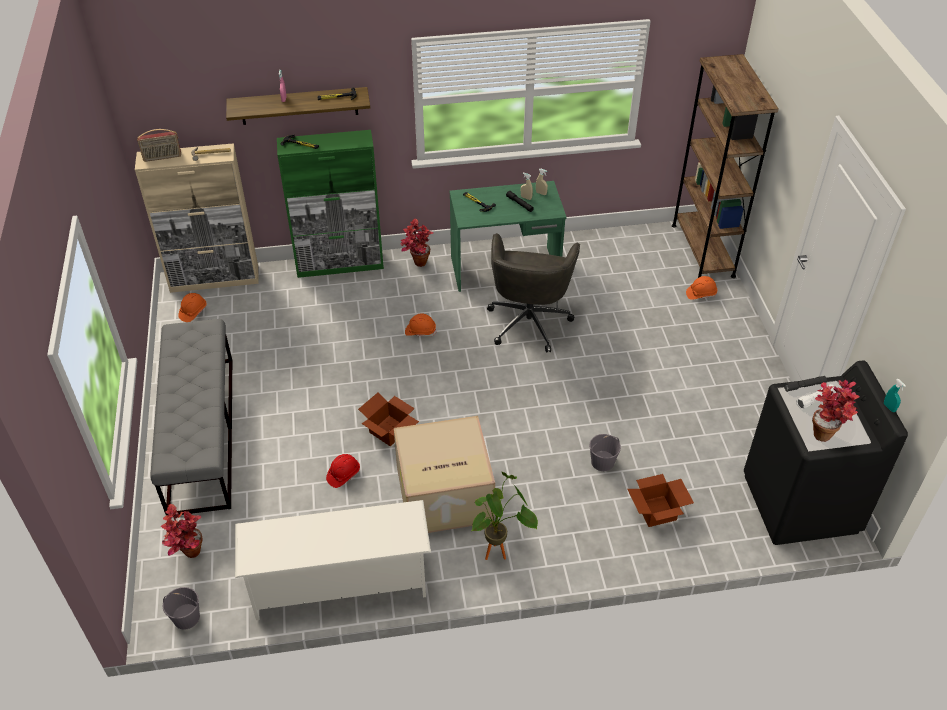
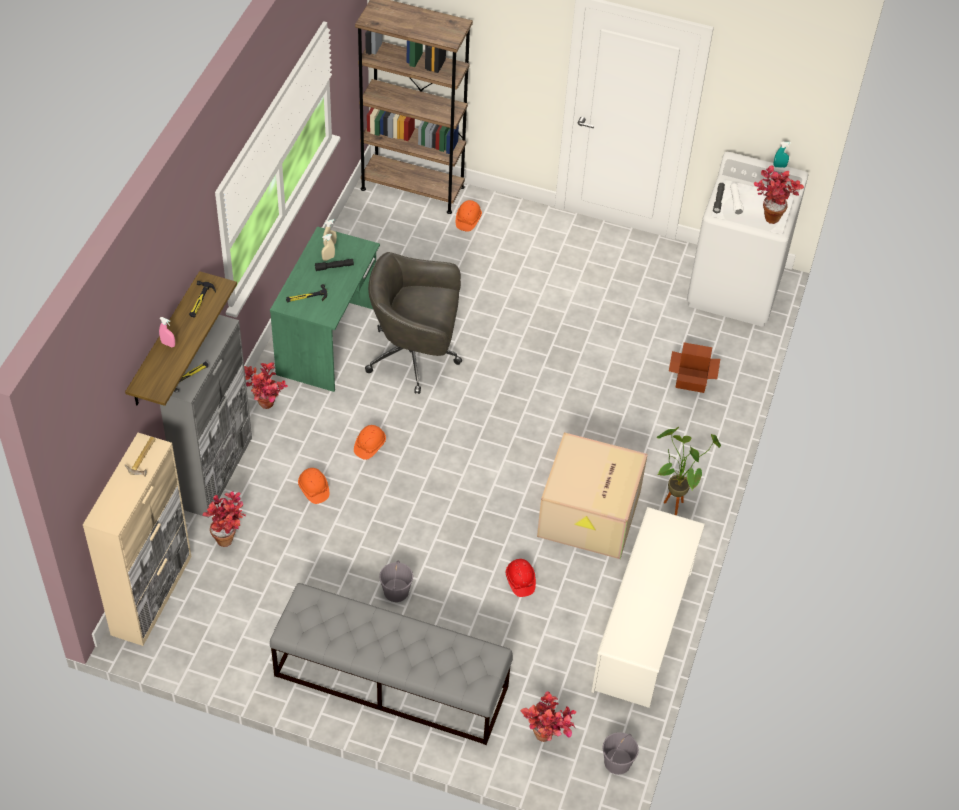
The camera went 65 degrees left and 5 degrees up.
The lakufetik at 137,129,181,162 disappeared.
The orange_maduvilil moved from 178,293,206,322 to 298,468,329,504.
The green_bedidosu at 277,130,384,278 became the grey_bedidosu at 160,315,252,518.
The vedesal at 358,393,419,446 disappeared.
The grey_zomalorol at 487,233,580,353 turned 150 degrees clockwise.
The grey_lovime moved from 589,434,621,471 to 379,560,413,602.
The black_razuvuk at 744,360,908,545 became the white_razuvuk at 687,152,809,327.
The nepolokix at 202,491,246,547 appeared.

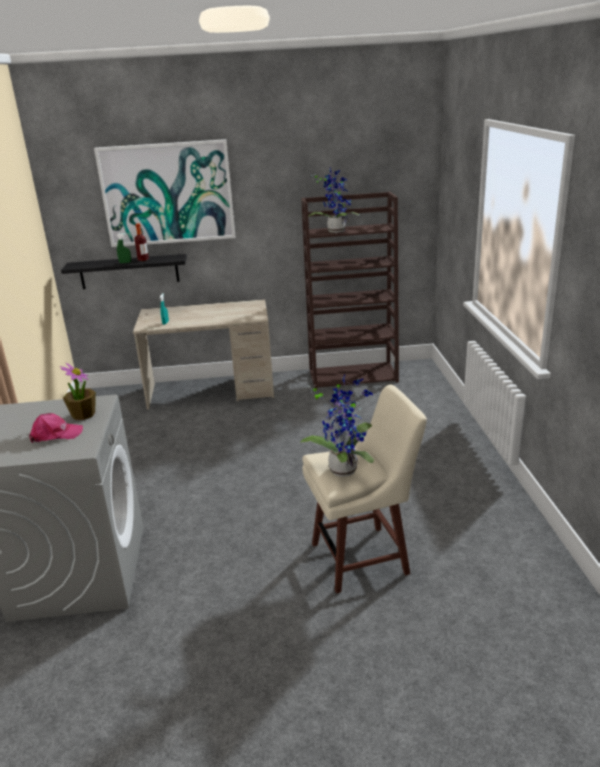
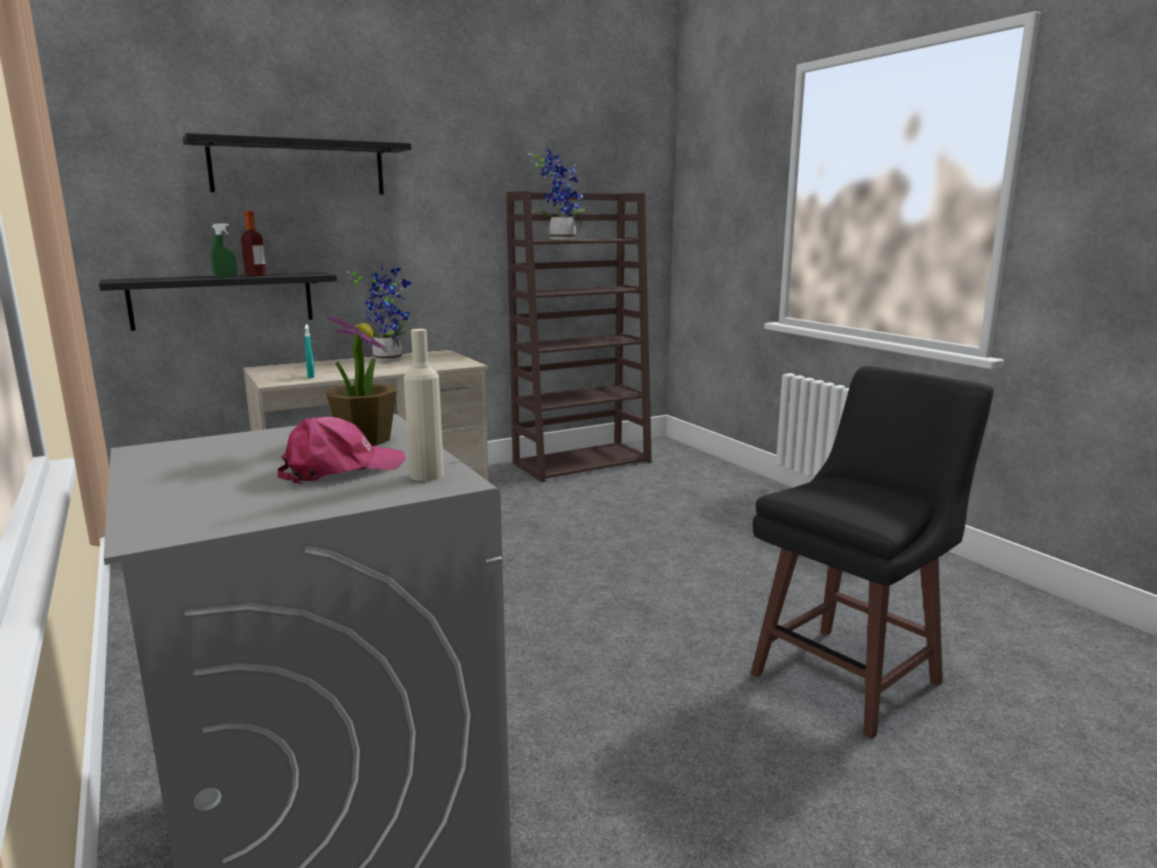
The camera went 25 degrees left and 10 degrees down.
The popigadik at 94,139,236,247 was replaced by the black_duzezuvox at 183,133,411,194.
The nepolokix moved from 300,375,374,477 to 341,262,411,361.
The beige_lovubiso at 302,385,427,593 became the black_lovubiso at 750,366,994,739.
The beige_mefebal at 404,329,444,481 appeared.

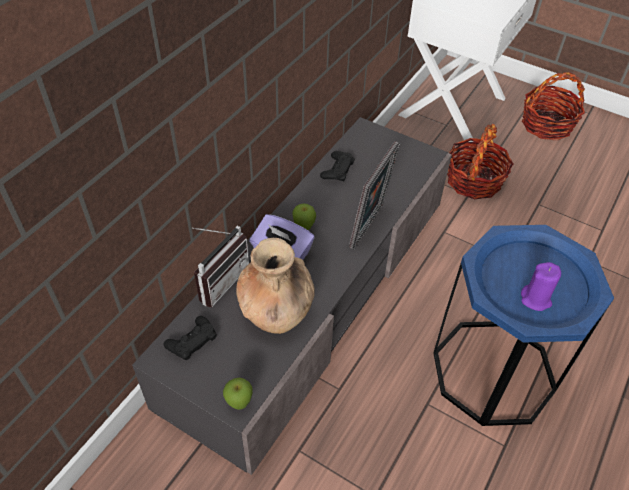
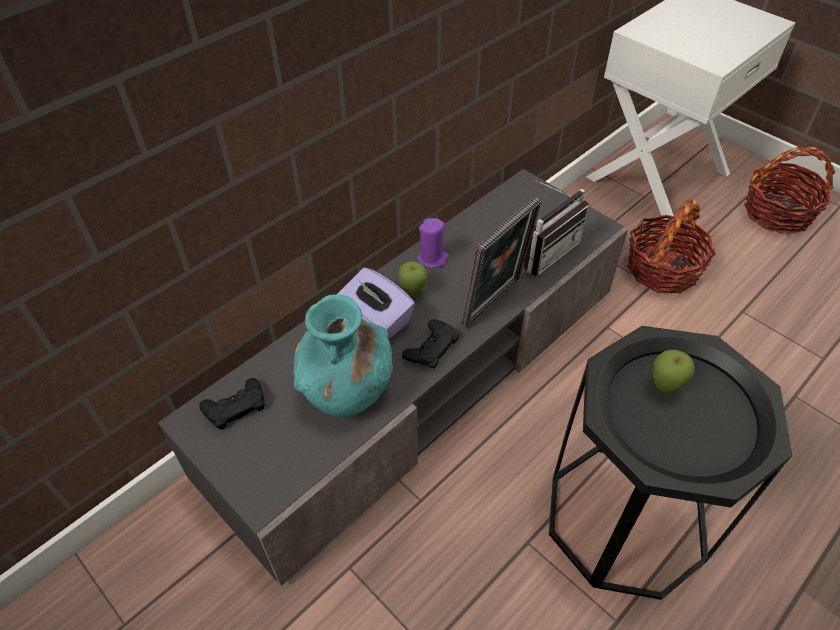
The camera went 15 degrees right and 0 degrees up.
The lakufetik moved from 192,226,249,307 to 524,180,589,276.
The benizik moved from 223,378,253,410 to 653,350,695,393.
The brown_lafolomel at 236,238,315,334 became the turquoise_lafolomel at 293,294,393,418.
The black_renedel moved from 320,151,355,182 to 402,319,459,369.
The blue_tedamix at 433,225,614,426 became the black_tedamix at 549,326,792,600.
The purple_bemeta moved from 521,262,561,311 to 416,218,449,268.

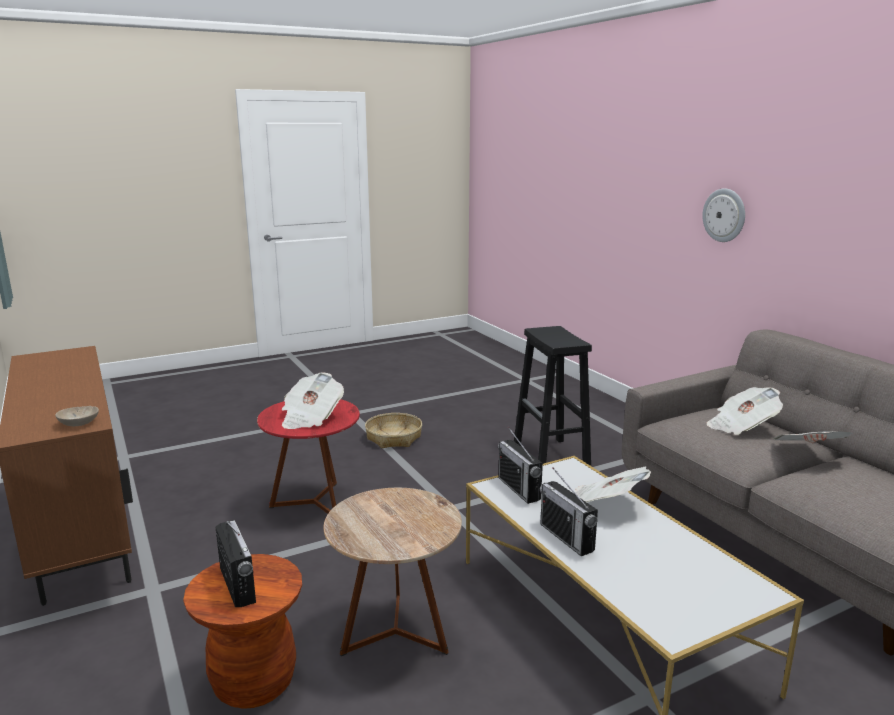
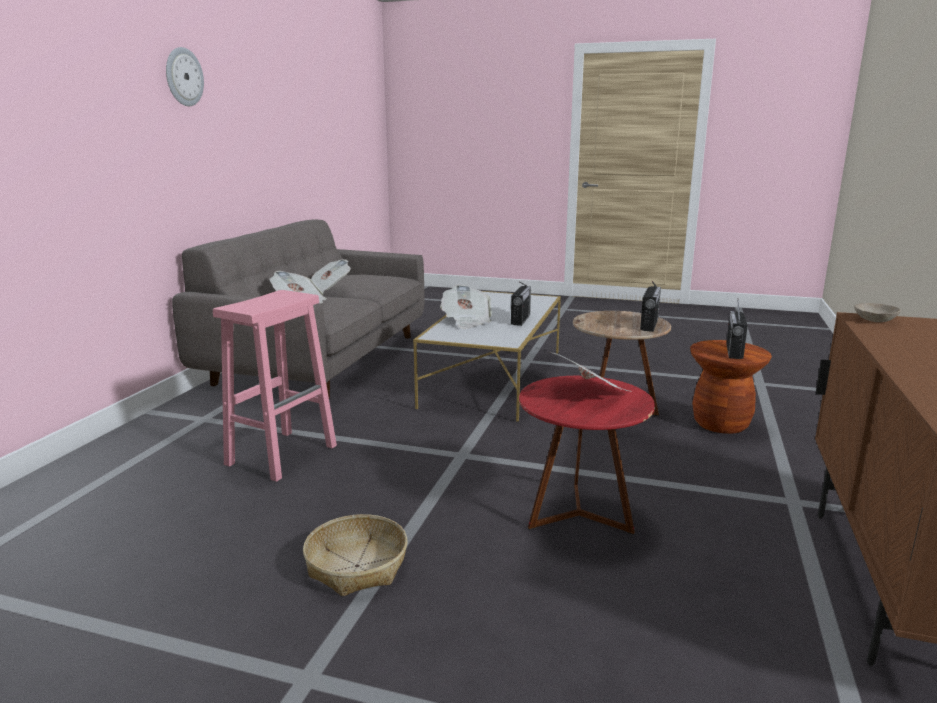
The camera went 135 degrees left and 0 degrees up.
The lakufetik moved from 498,427,543,504 to 640,281,661,332.
The black_lovubiso at 514,326,592,466 became the pink_lovubiso at 213,290,337,482.
The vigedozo moved from 702,188,745,242 to 166,47,204,106.

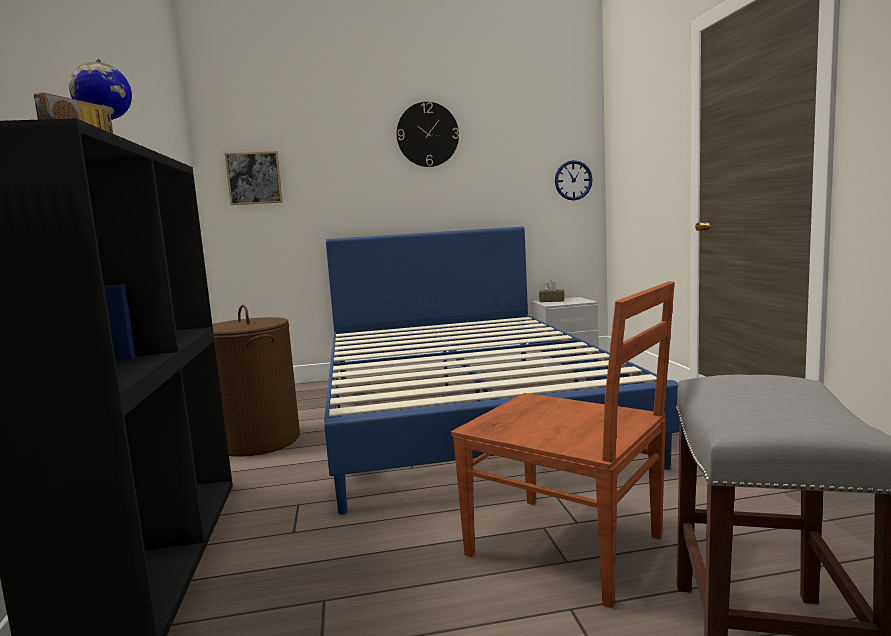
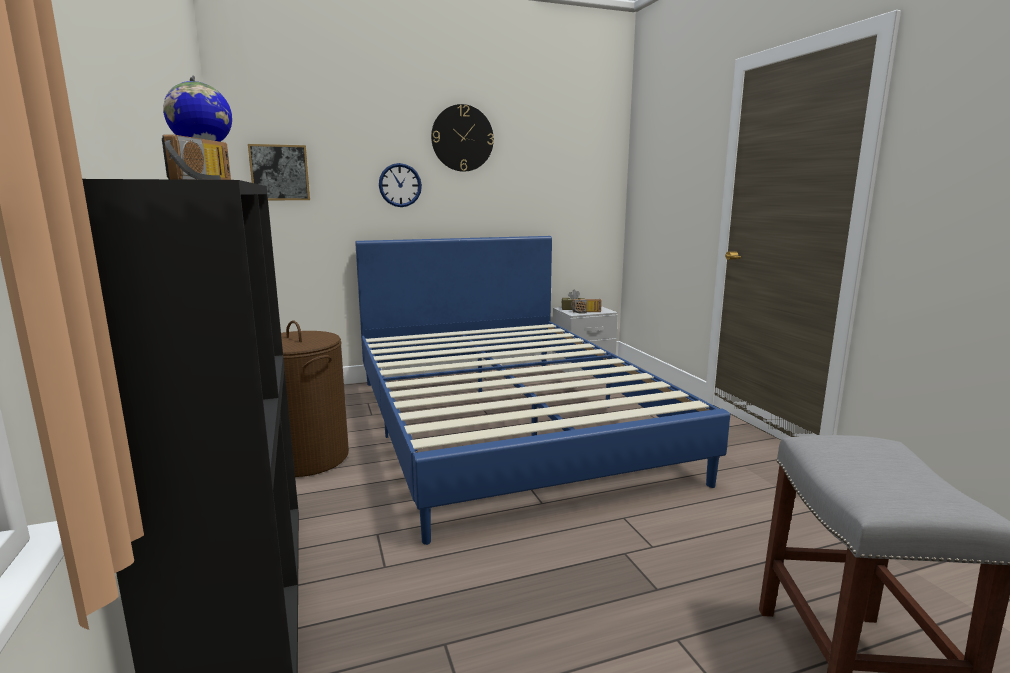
The camera went 10 degrees left and 5 degrees up.
The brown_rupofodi at 451,281,675,608 disappeared.
The vigedozo moved from 555,160,593,200 to 379,163,422,207.
The lakufetik at 571,299,602,314 appeared.

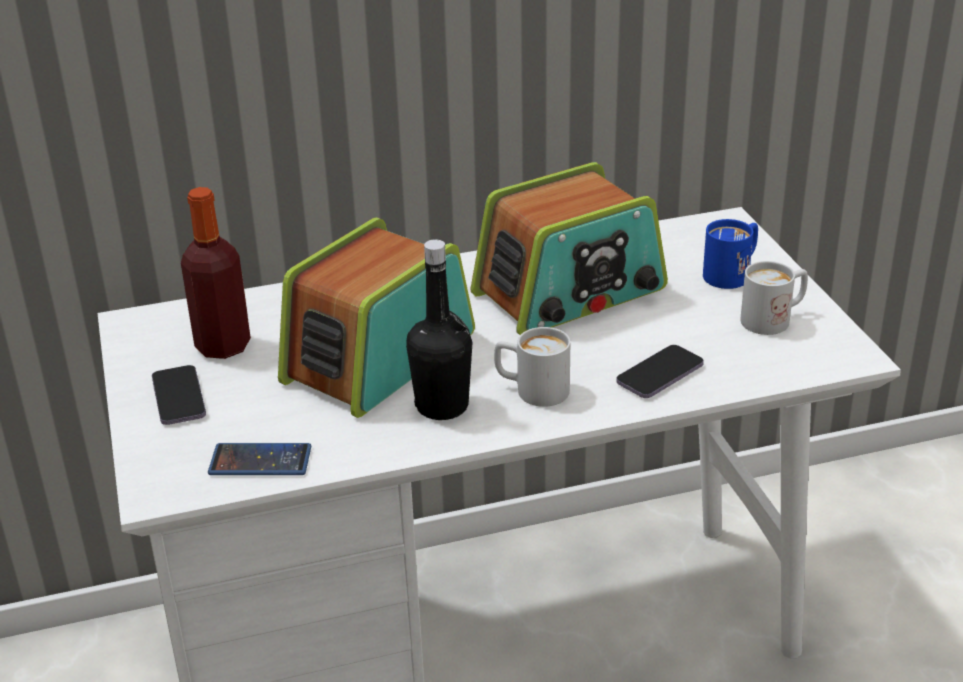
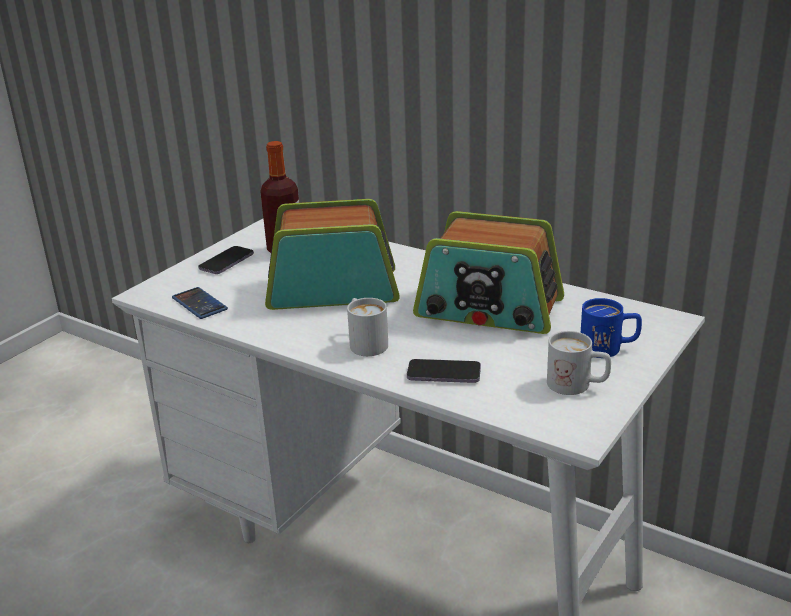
The camera went 50 degrees right and 5 degrees down.
The black_mefebal at 406,239,472,420 disappeared.

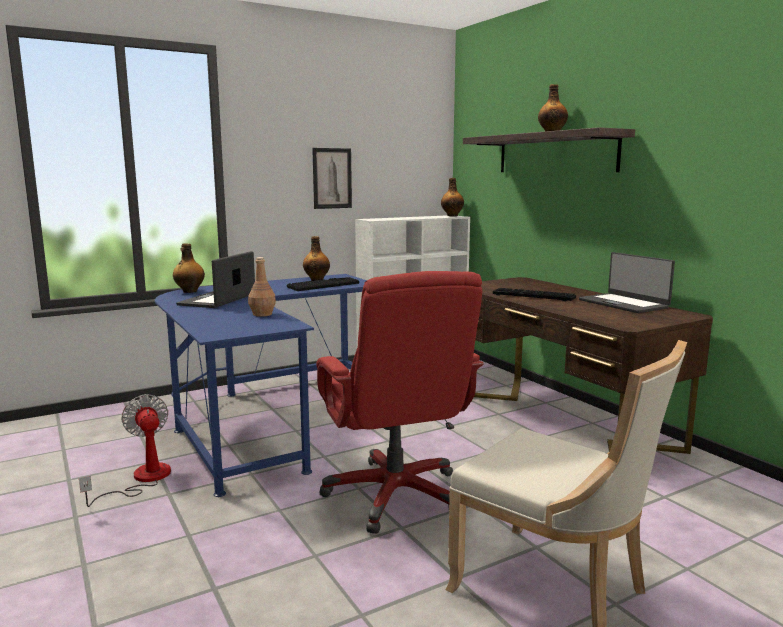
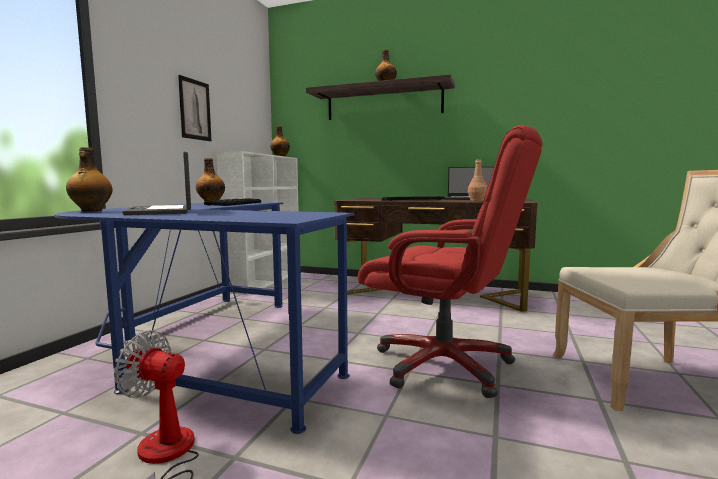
The camera went 40 degrees left and 5 degrees down.
The brown_mefebal moved from 248,257,276,317 to 468,160,487,201.

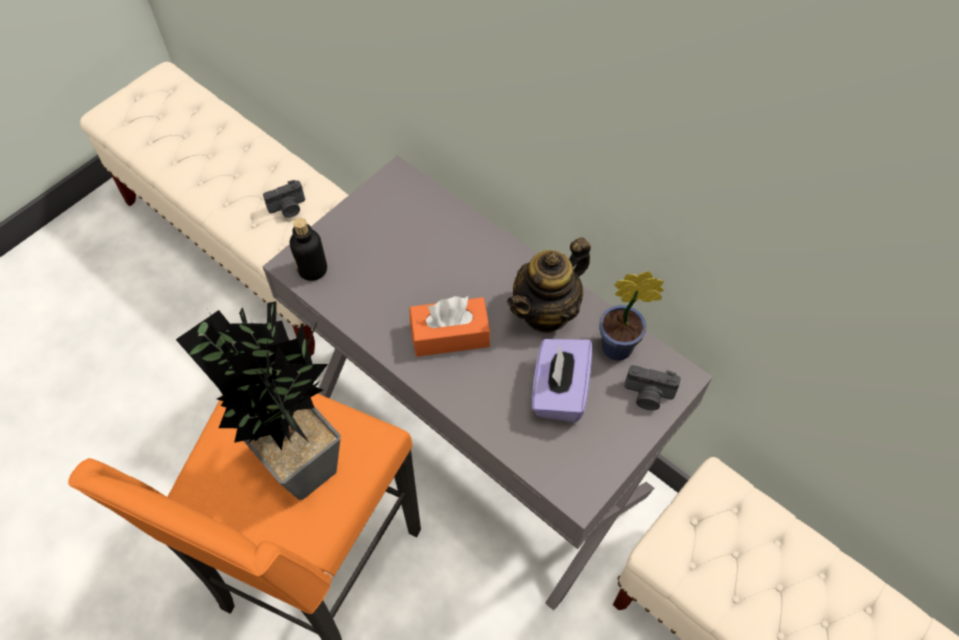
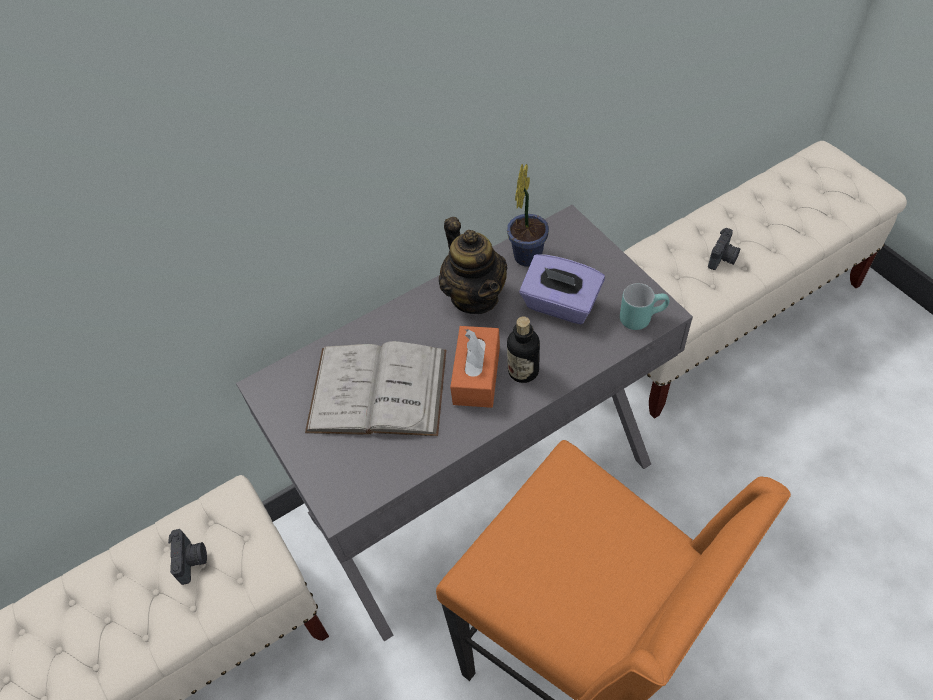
The camera went 70 degrees left and 5 degrees down.
The nepolokix at 176,301,341,500 disappeared.
The mefebal moved from 290,218,327,281 to 507,317,540,383.
The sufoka moved from 625,365,681,410 to 708,228,740,270.
The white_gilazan at 305,341,446,436 appeared.
The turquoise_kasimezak at 620,283,669,330 appeared.

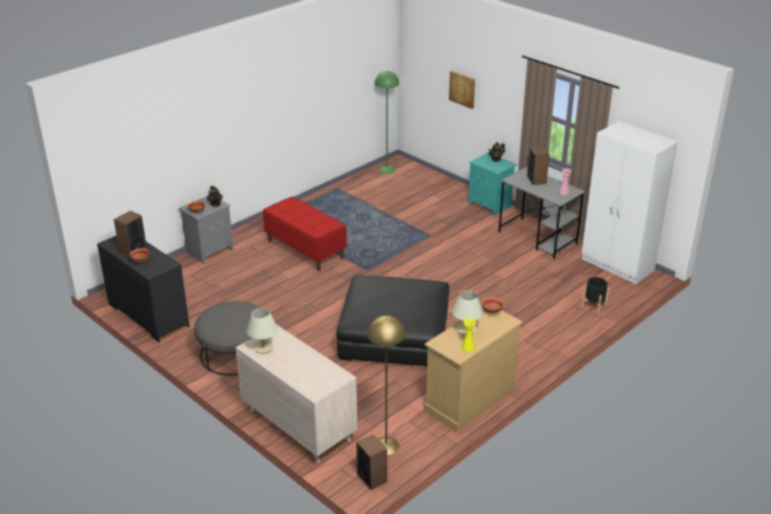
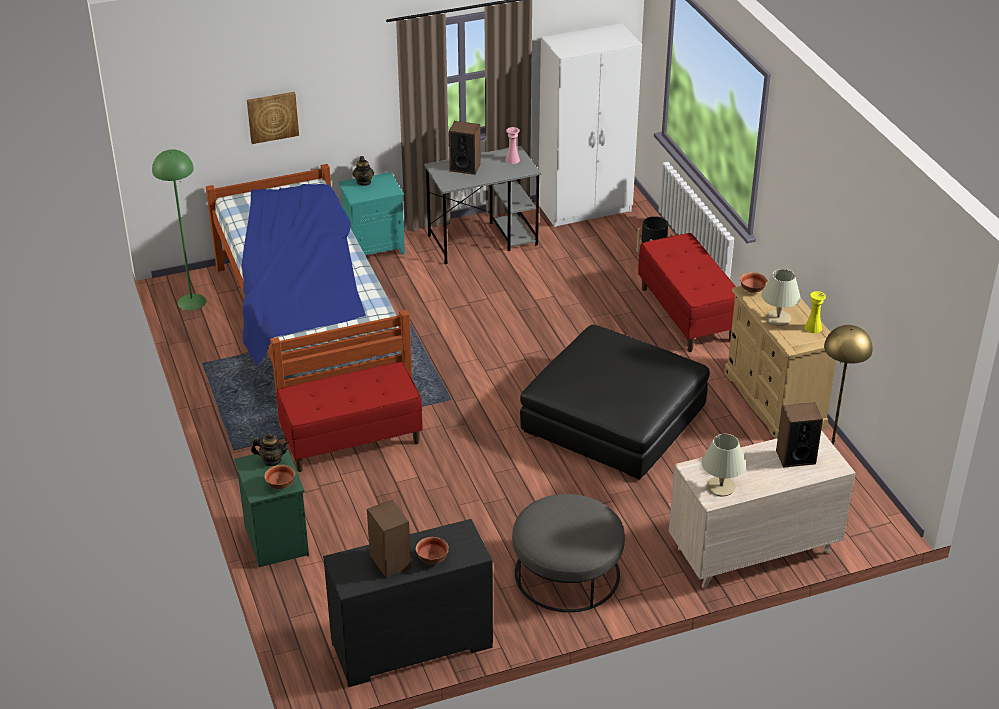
The camera went 65 degrees left and 5 degrees up.
The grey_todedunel at 179,196,233,264 became the green_todedunel at 234,449,309,567.
The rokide moved from 356,434,387,490 to 776,402,823,468.
The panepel at 206,164,412,429 appeared.
The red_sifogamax at 638,233,736,352 appeared.

